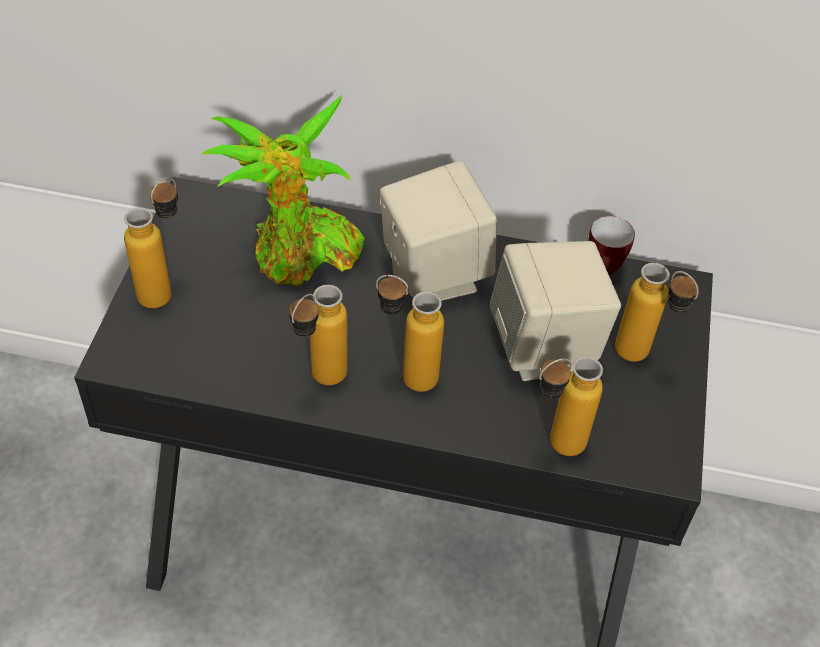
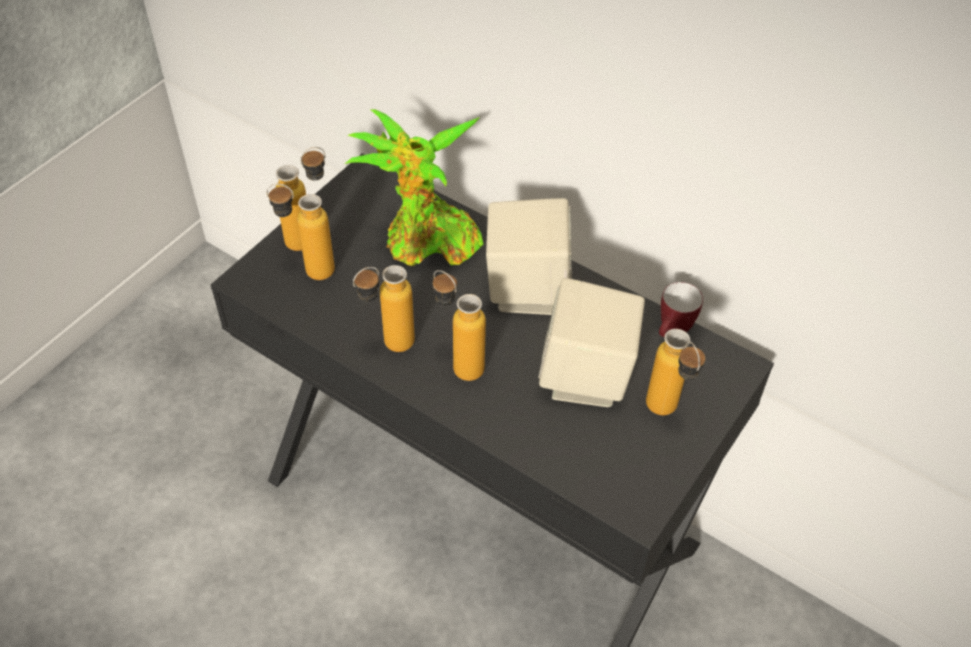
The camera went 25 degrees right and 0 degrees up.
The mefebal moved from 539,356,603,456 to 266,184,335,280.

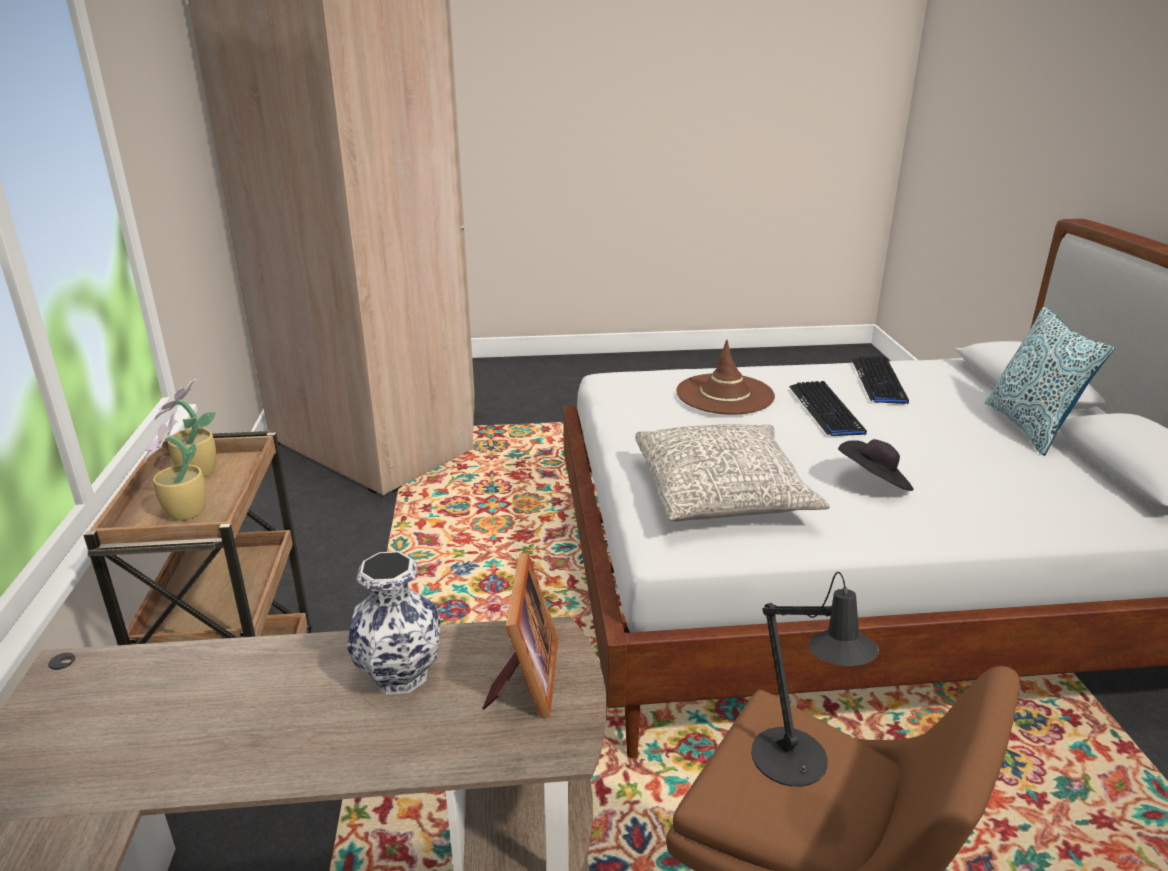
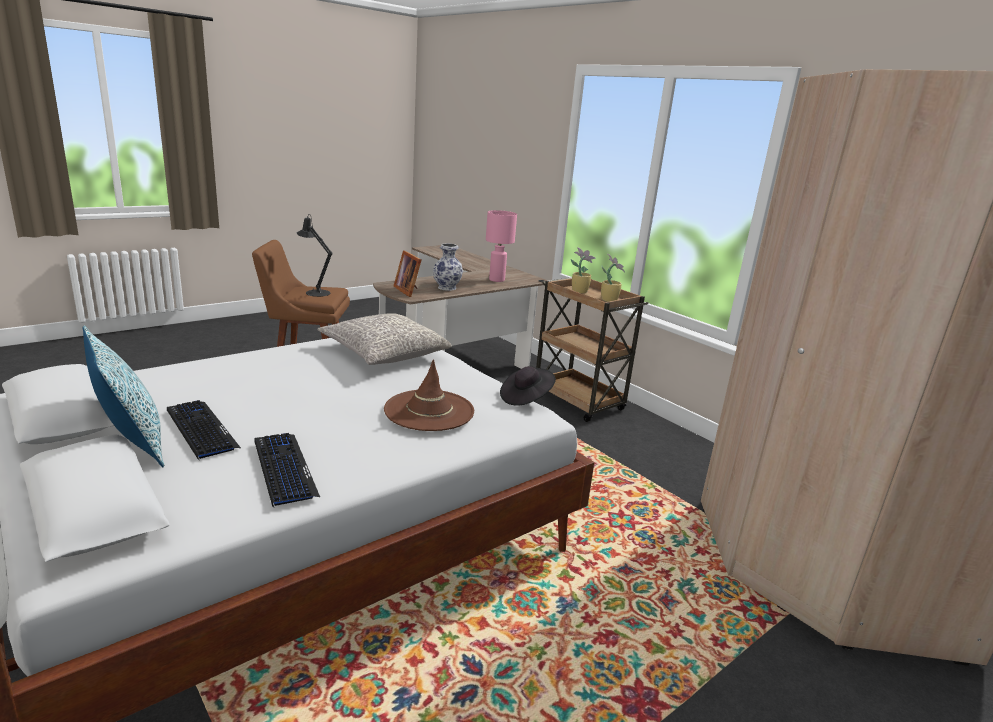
The camera went 145 degrees right and 5 degrees down.
The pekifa moved from 789,381,867,436 to 167,400,241,460.
The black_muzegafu moved from 838,439,914,491 to 500,366,556,406.
The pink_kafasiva at 486,210,517,282 appeared.

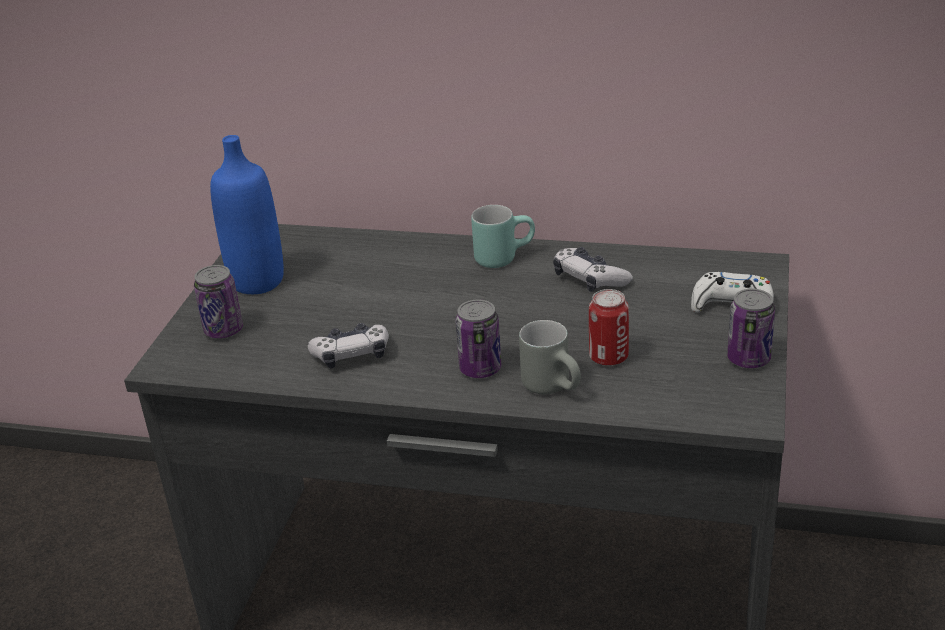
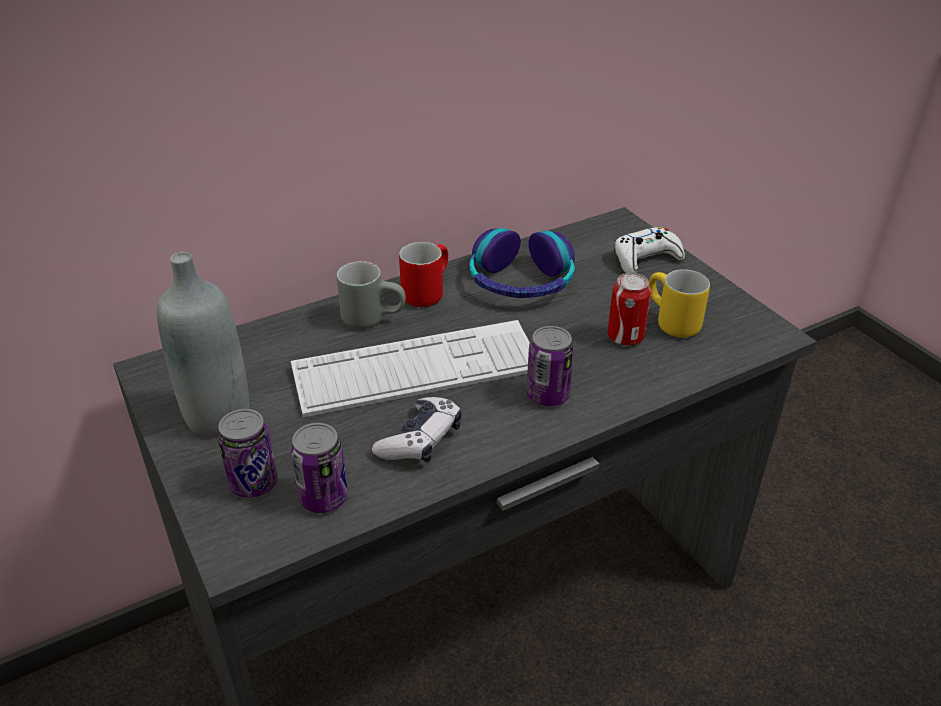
The camera went 45 degrees left and 5 degrees up.
The blue_mefebal at 210,135,284,294 became the grey_mefebal at 157,252,250,437.
The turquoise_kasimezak at 471,205,535,268 became the red_kasimezak at 399,242,448,307.
The grey_kasimezak moved from 519,320,581,394 to 337,261,406,329.
The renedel at 553,247,633,292 was replaced by the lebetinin at 470,228,575,298.
The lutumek moved from 727,289,775,368 to 290,423,348,513.
The pekifa at 291,320,530,417 appeared.
The yellow_kasimezak at 649,269,710,338 appeared.

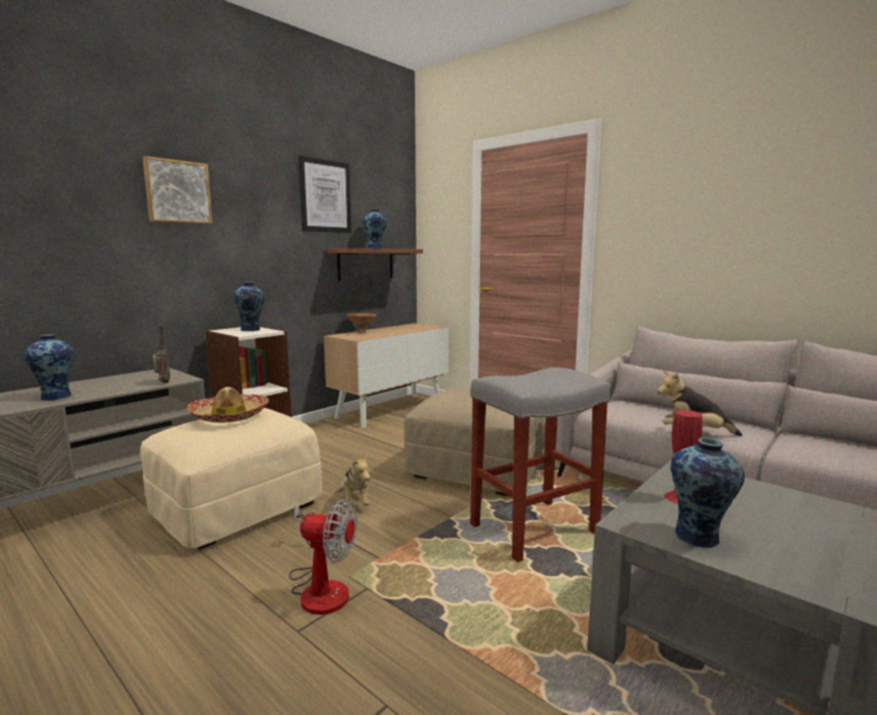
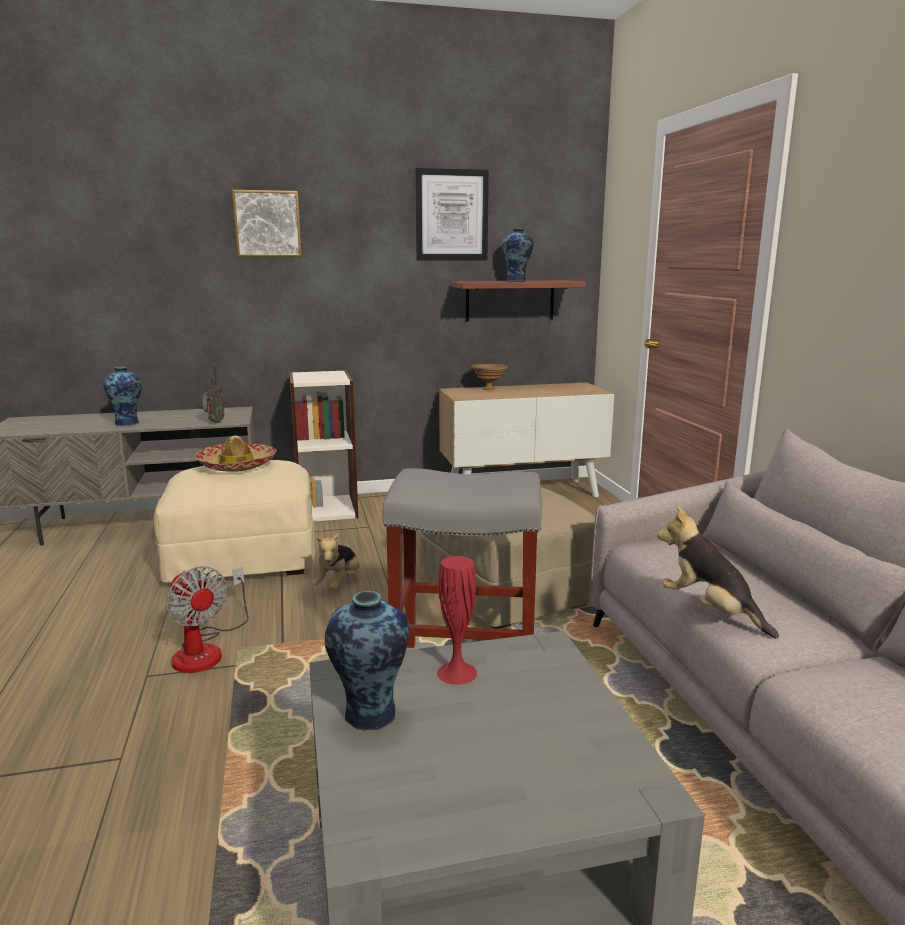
The camera went 35 degrees right and 5 degrees up.
The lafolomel at 234,282,265,331 disappeared.

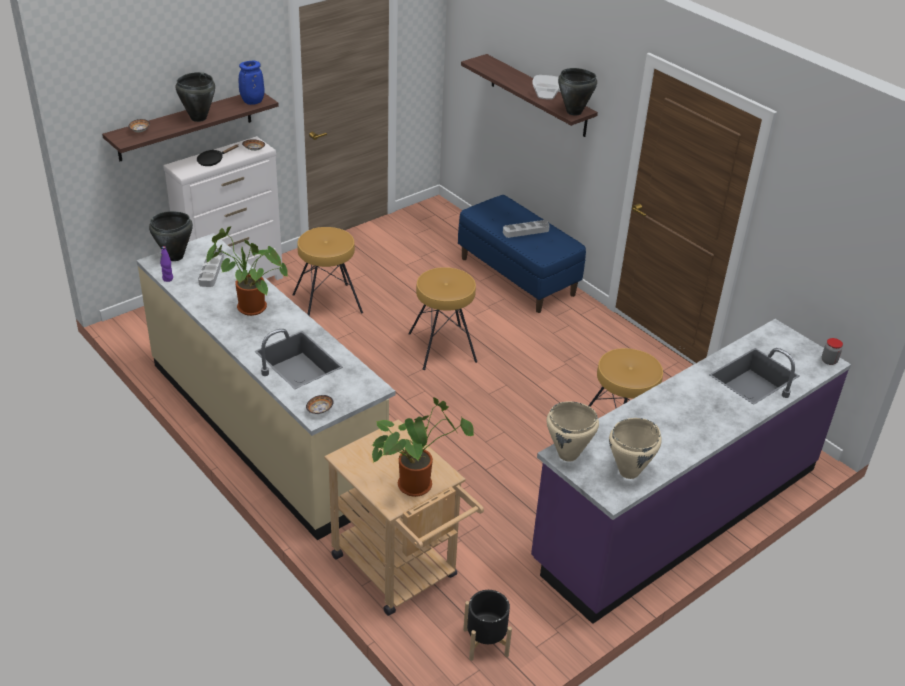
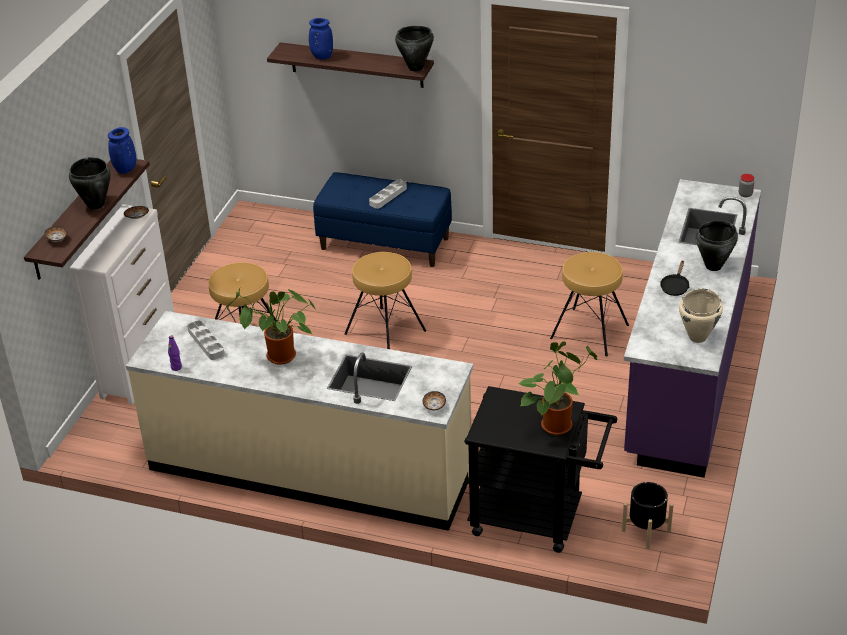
The camera went 30 degrees left and 0 degrees up.
The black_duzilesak moved from 149,211,193,261 to 696,221,738,271.
The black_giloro moved from 197,144,238,166 to 660,261,689,296.
The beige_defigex at 324,419,484,616 became the black_defigex at 465,386,617,553.
The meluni at 532,75,560,100 disappeared.
The beige_duzilesak at 547,401,599,462 disappeared.
The blue_lafolomel at 309,18,333,60 appeared.

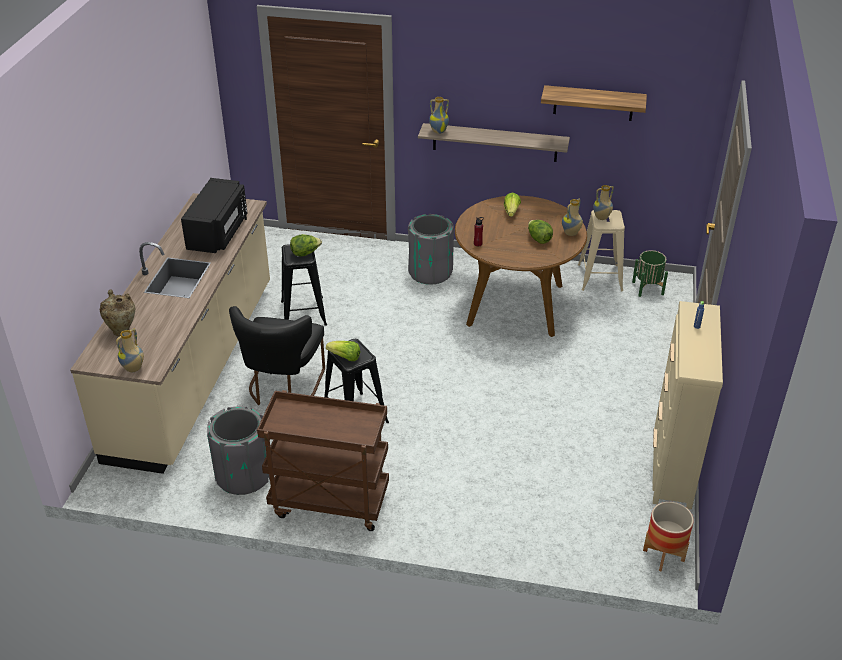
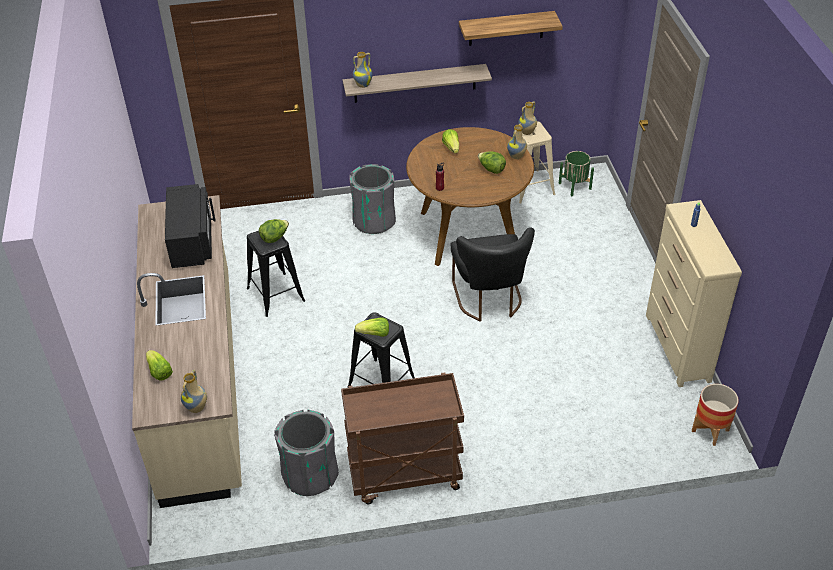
The camera went 20 degrees left and 5 degrees up.
The beige_lafolomel at 100,289,135,336 was replaced by the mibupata at 146,350,173,381.
The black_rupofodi moved from 229,306,325,405 to 450,227,535,321.

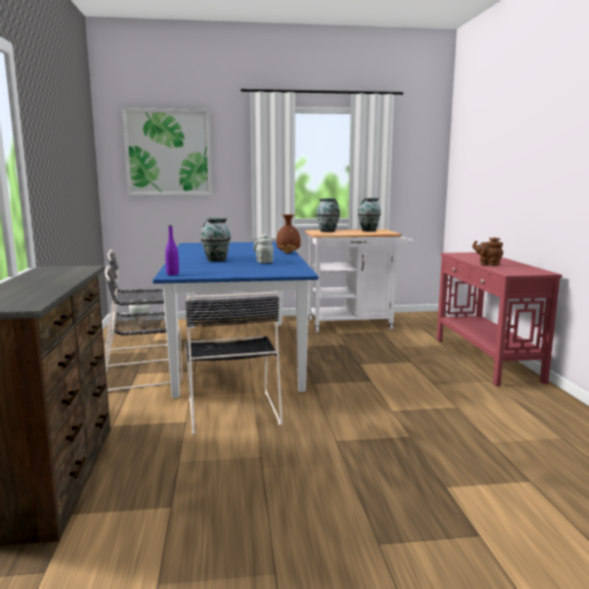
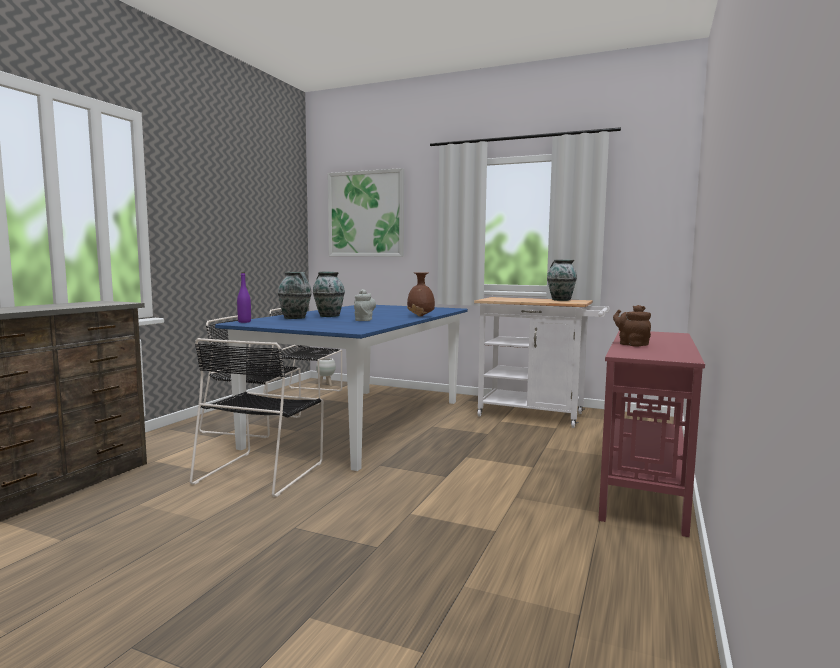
The camera went 30 degrees right and 5 degrees down.
The lafolomel moved from 316,198,340,232 to 278,272,312,319.

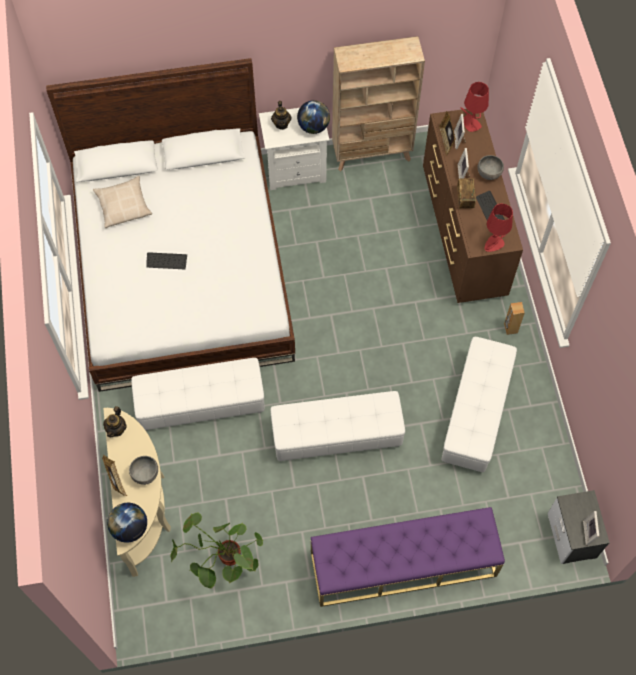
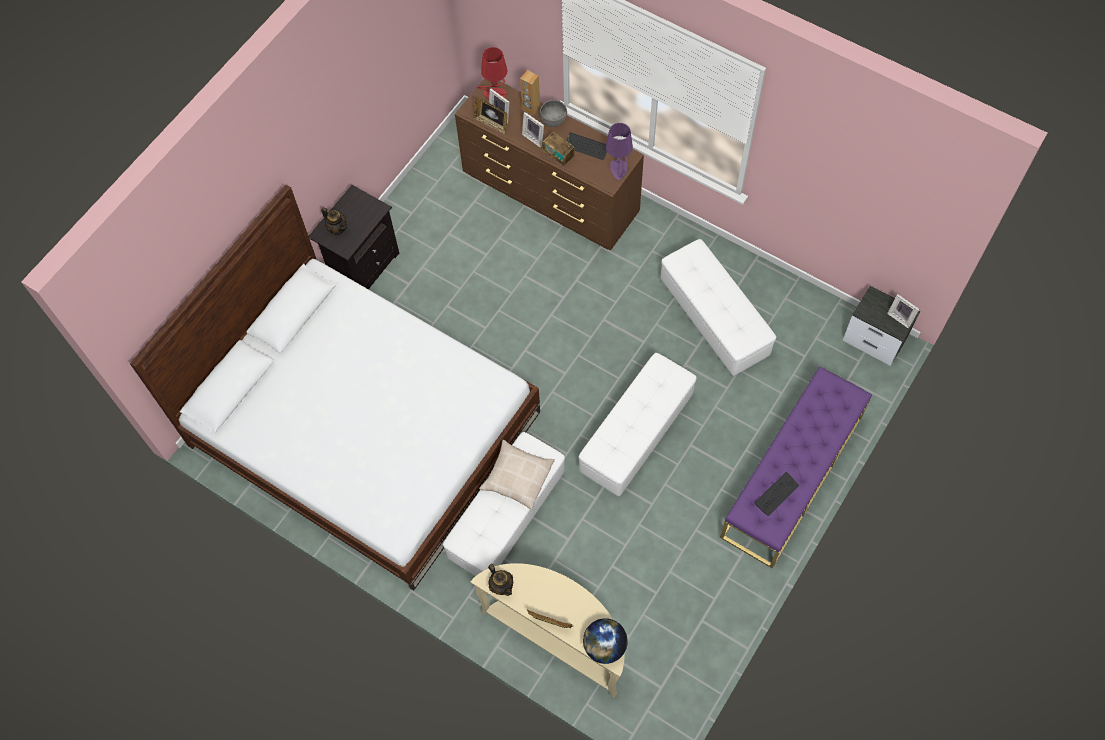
The camera went 45 degrees left and 0 degrees up.
The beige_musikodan moved from 93,176,152,228 to 479,440,555,510.
The grey_meluni at 129,456,158,485 disappeared.
The pekifa moved from 146,252,187,269 to 755,472,799,516.
The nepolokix at 170,512,263,588 disappeared.
The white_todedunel at 259,108,329,190 became the black_todedunel at 309,185,399,289.
The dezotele at 297,100,330,134 disappeared.
The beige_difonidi at 332,36,425,171 disappeared.
The red_kafasiva at 484,203,513,252 became the purple_kafasiva at 606,123,633,180.
The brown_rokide moved from 504,302,525,335 to 520,70,540,115.

